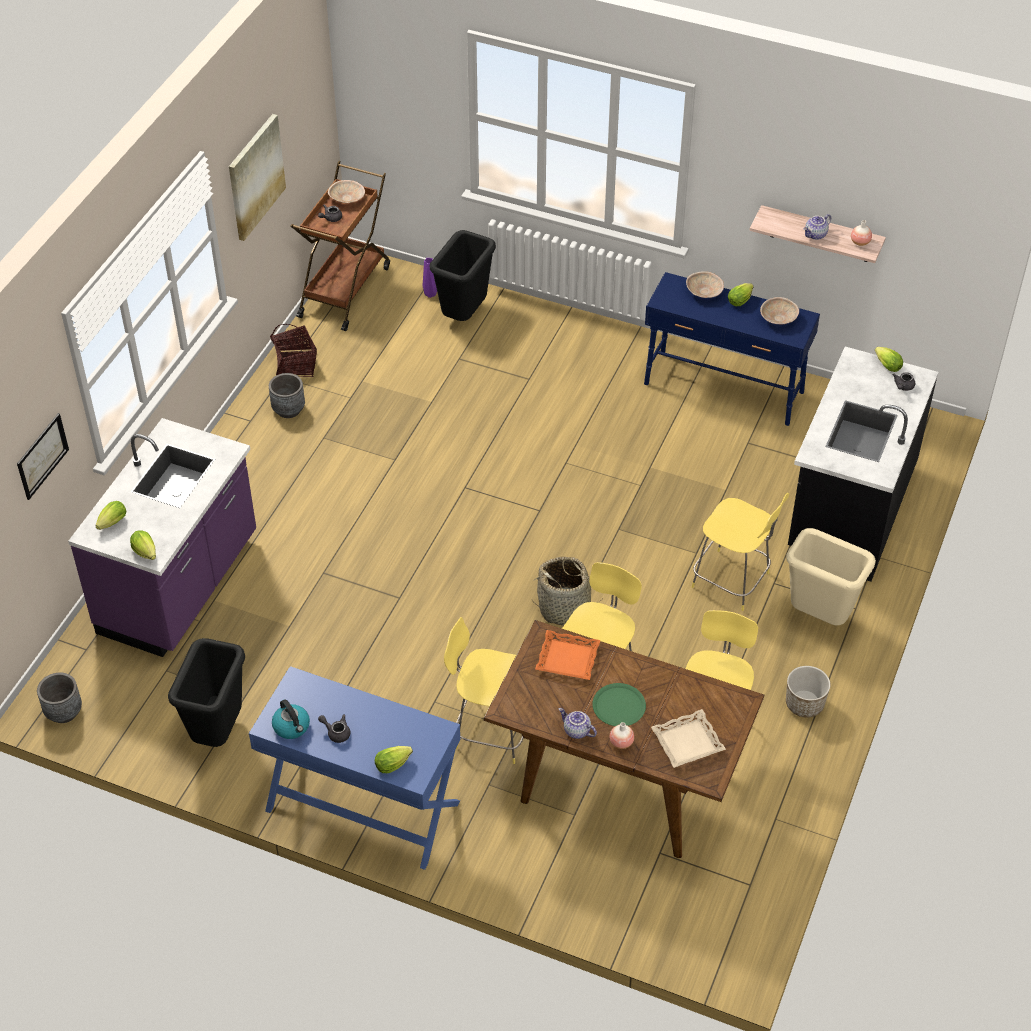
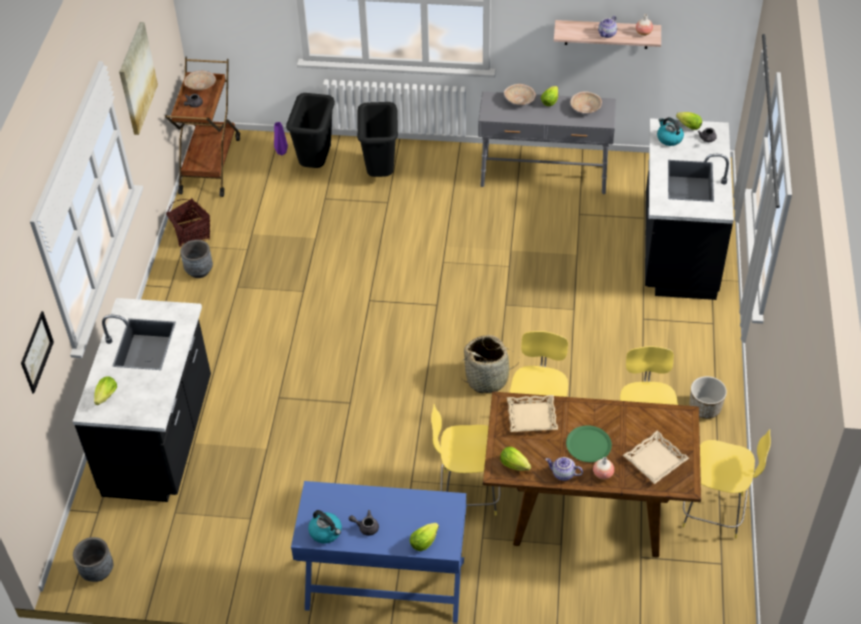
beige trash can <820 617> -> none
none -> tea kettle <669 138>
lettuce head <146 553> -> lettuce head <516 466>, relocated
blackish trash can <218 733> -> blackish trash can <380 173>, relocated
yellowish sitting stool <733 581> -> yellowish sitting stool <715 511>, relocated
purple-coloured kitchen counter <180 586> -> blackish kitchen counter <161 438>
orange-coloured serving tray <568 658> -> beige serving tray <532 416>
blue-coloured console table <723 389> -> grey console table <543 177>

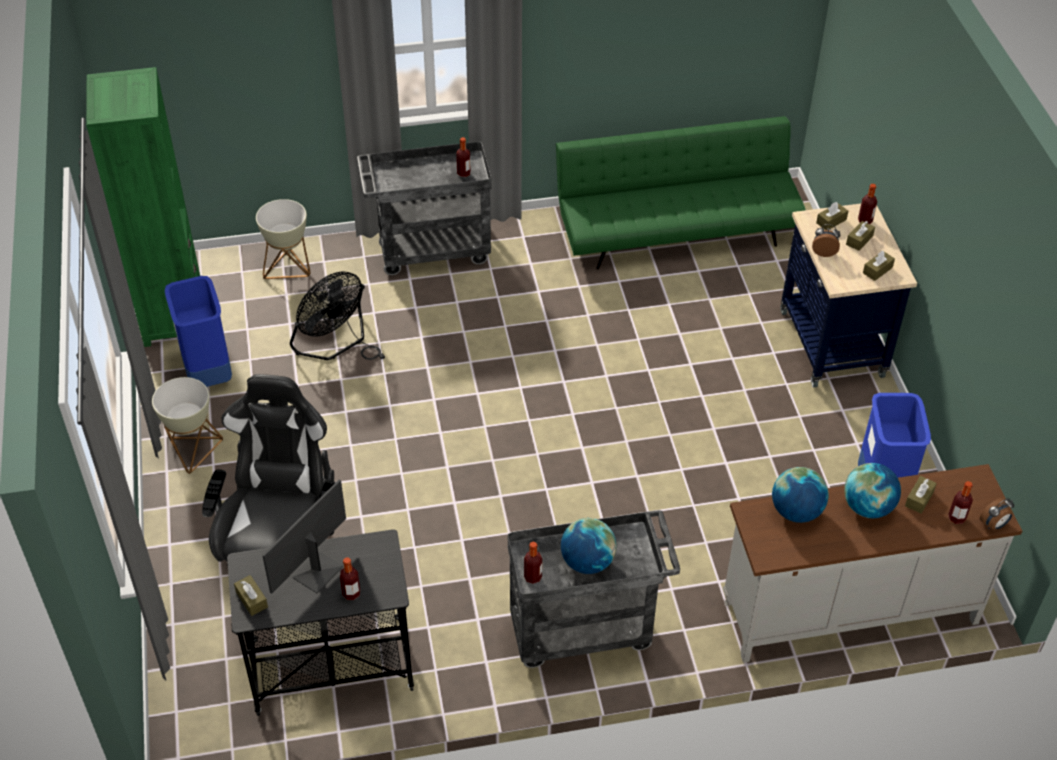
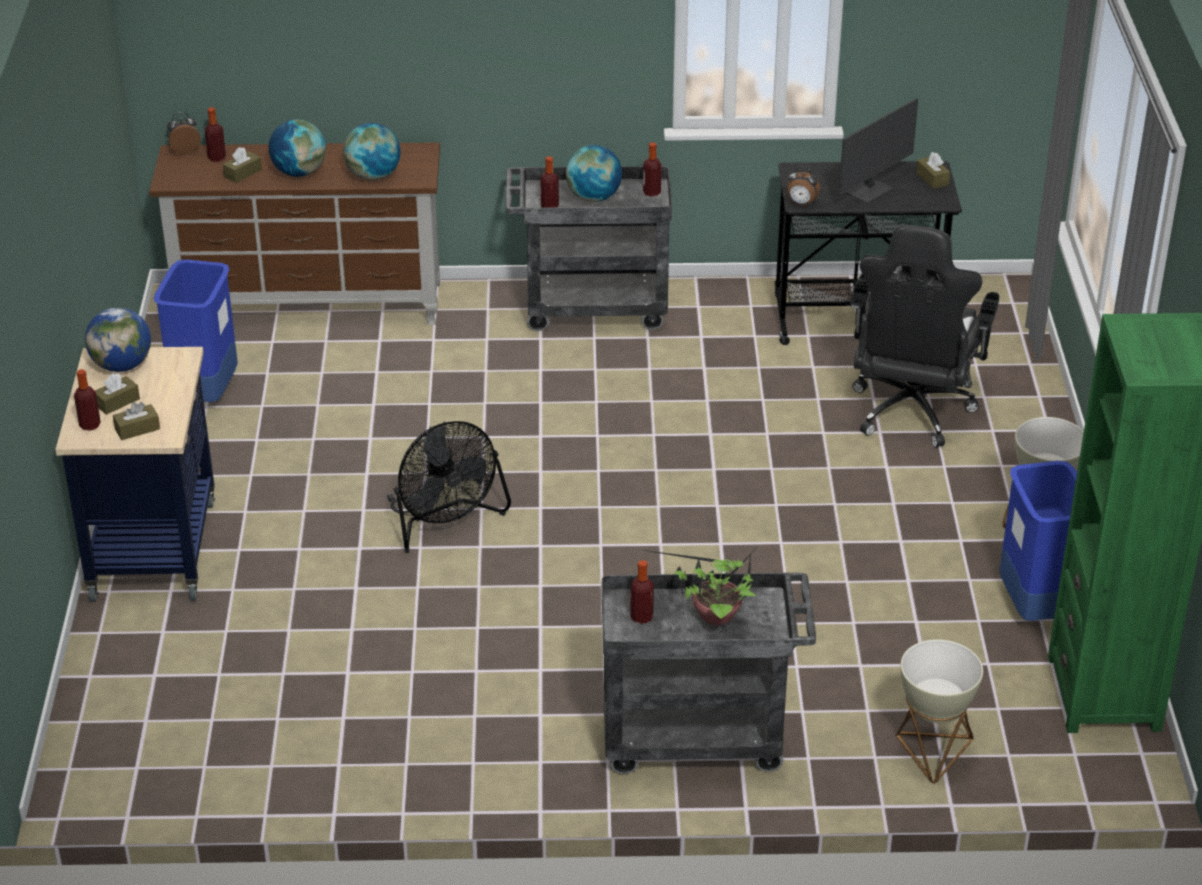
greenish couch <677 230> -> none
none -> potted plant <713 616>
blackish fan <341 342> -> blackish fan <440 522>, relocated
bottle <351 593> -> bottle <550 207>, relocated
bedside clock <824 252> -> bedside clock <801 204>, relocated
brown-coloured tissue holder <877 270> -> world globe <122 365>

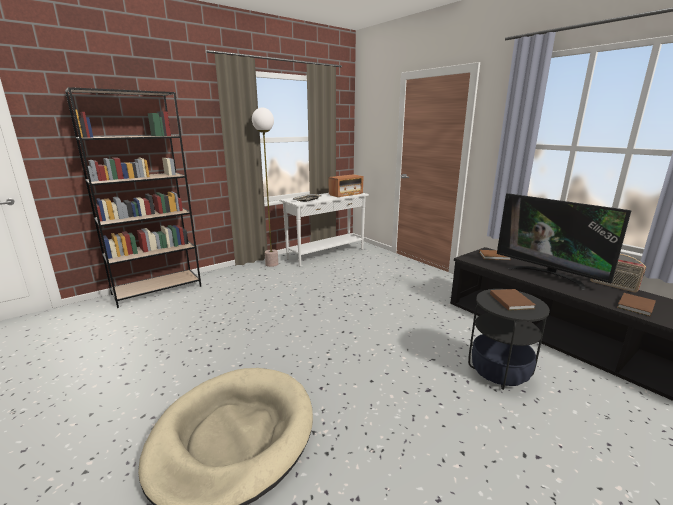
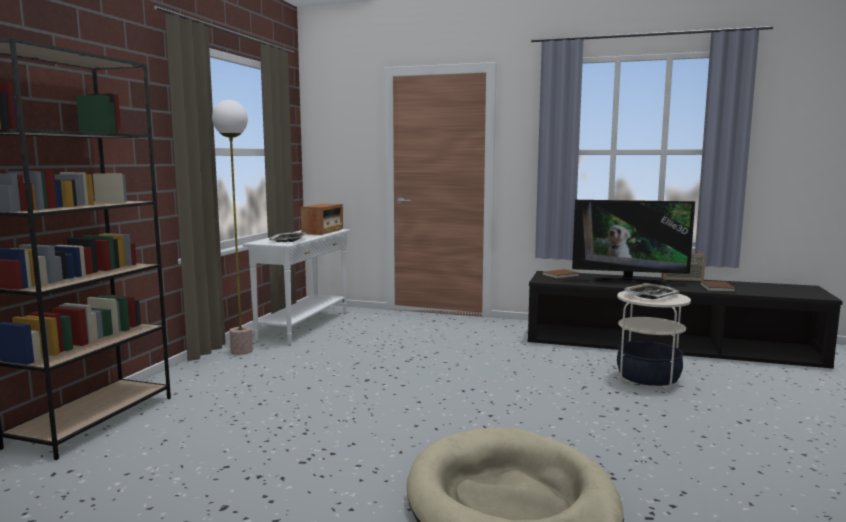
brown-coloured volume <511 300> -> serving tray <651 295>
blackish accent table <499 373> -> beige accent table <648 380>

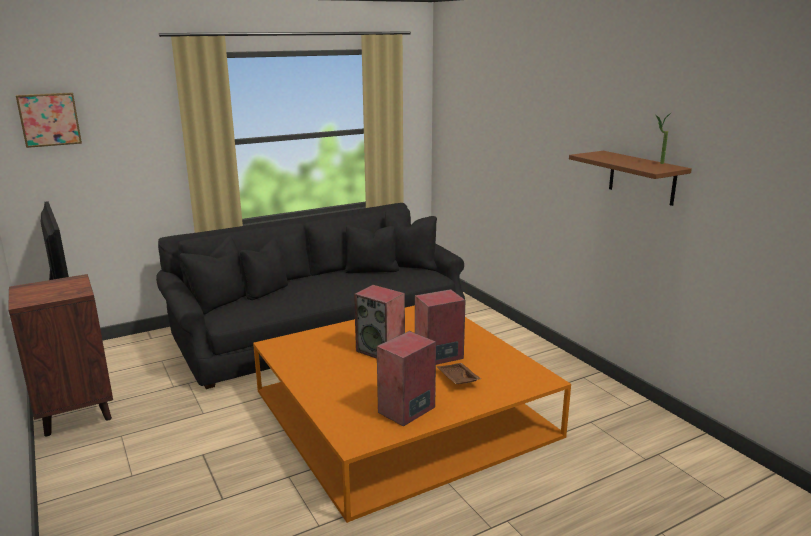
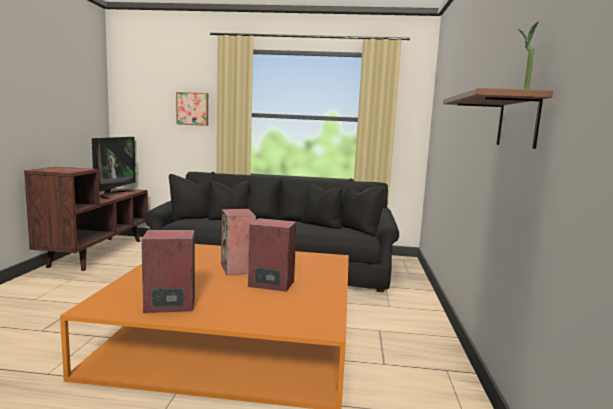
brown-coloured serving tray <457 379> -> none
picture <49 119> -> picture <193 108>, relocated

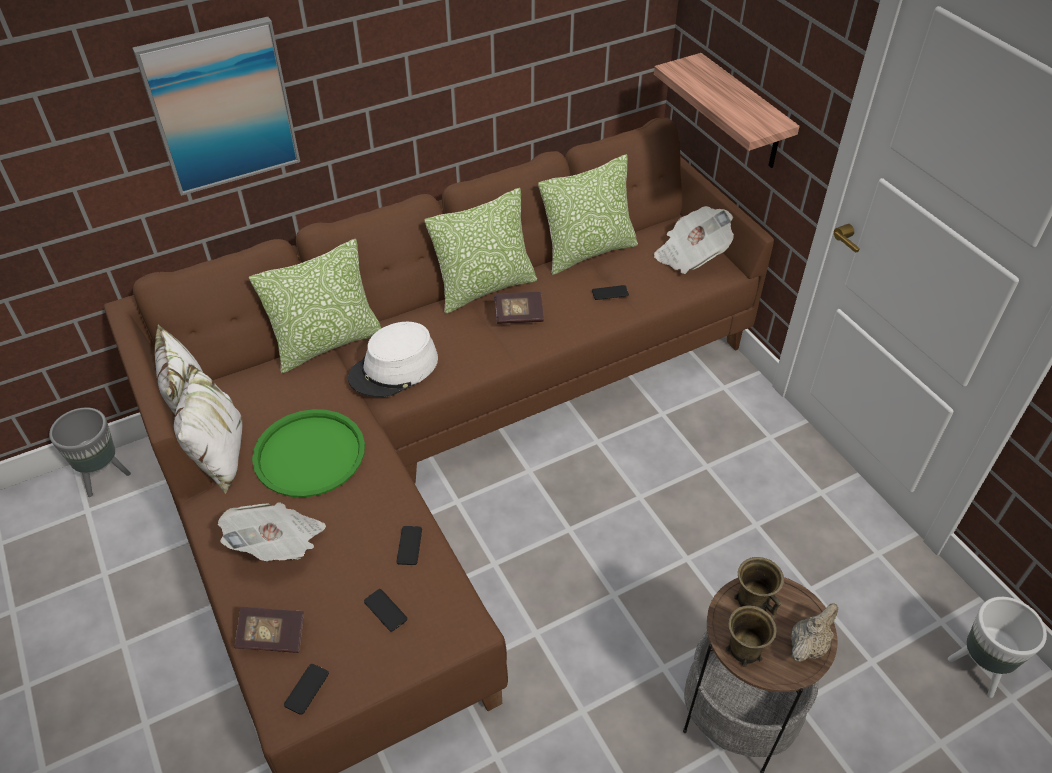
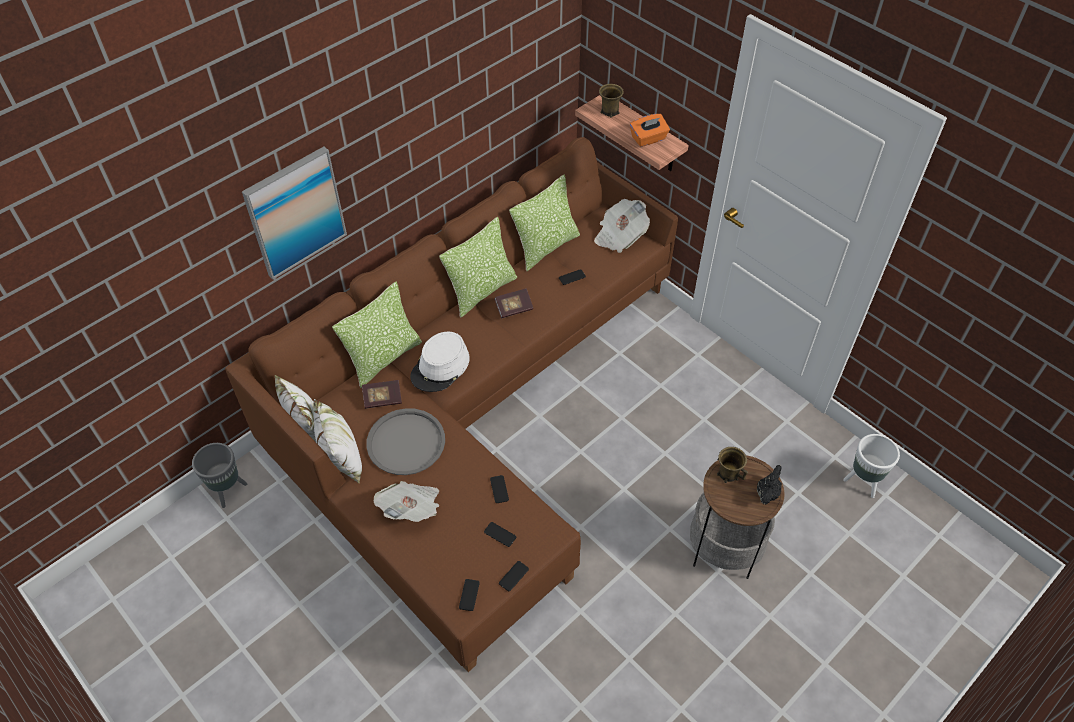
none -> telephone <513 576>
none -> orange-coloured tissue holder <648 139>
volume <272 636> -> volume <382 399>, relocated
brown-coloured coffee mug <744 648> -> brown-coloured coffee mug <609 111>, relocated
greenish serving tray <309 454> -> grey serving tray <406 442>
beige pot for tea <808 645> -> blackish pot for tea <767 493>

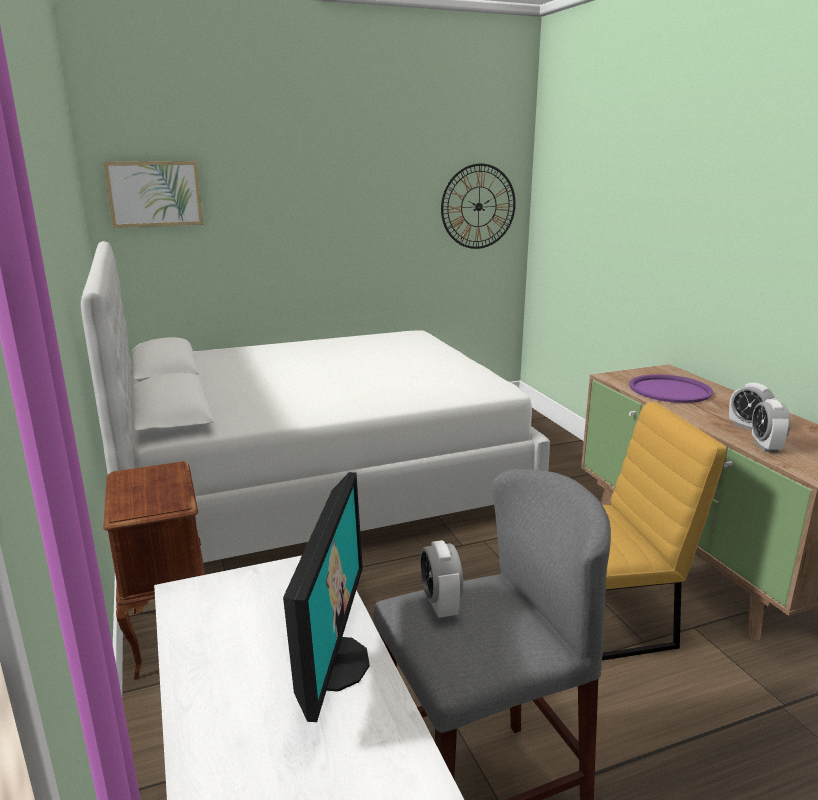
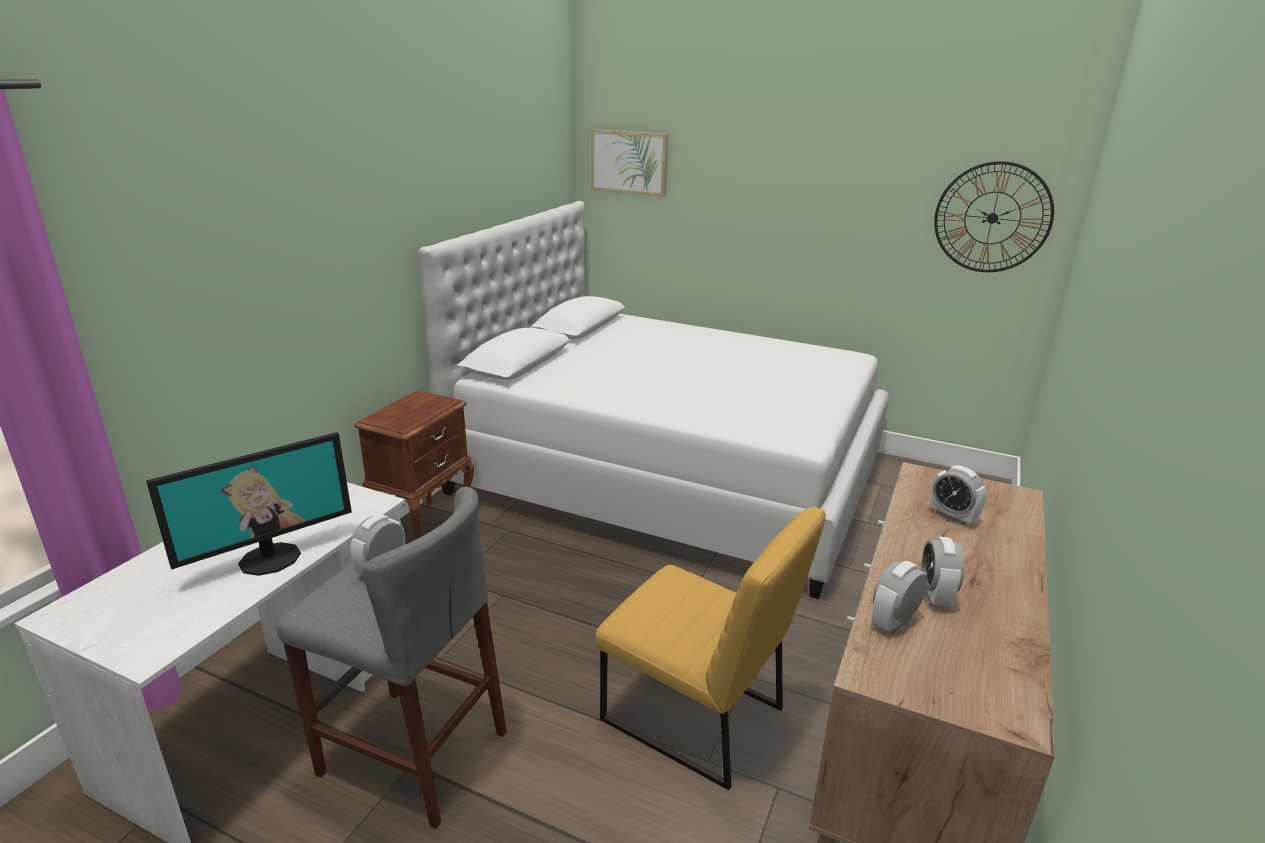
purple-coloured serving tray <669 390> -> bedside clock <952 516>

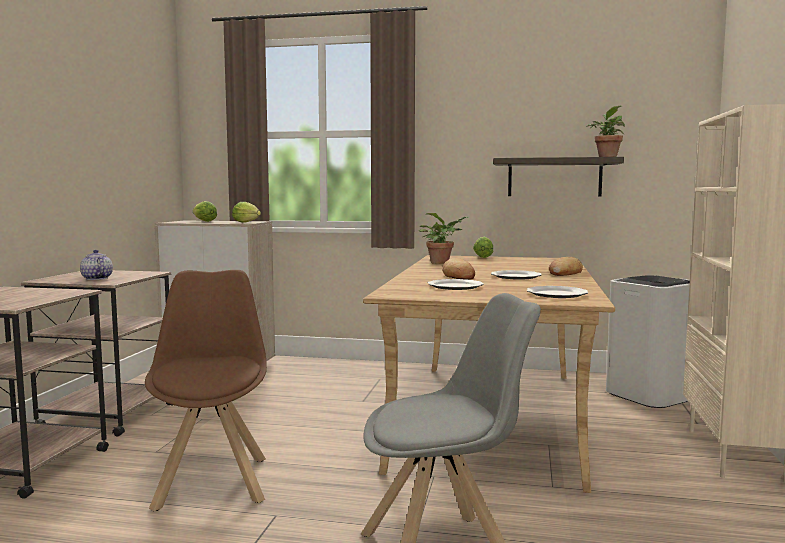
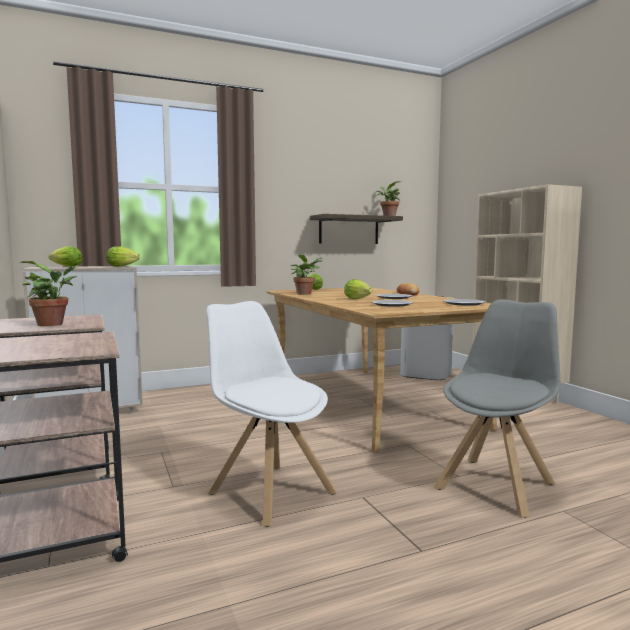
pot for tea <96 278> -> potted plant <54 324>
baked bread <458 275> -> lettuce head <358 299>
brown-coloured plain chair <212 479> -> white plain chair <268 490>

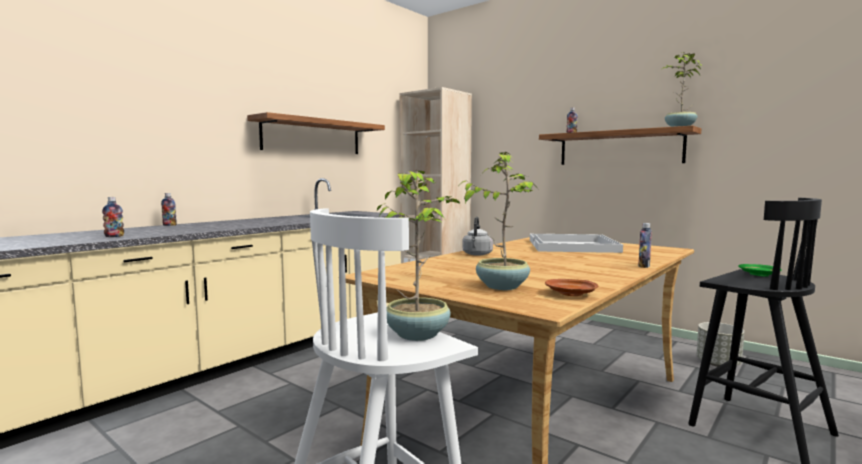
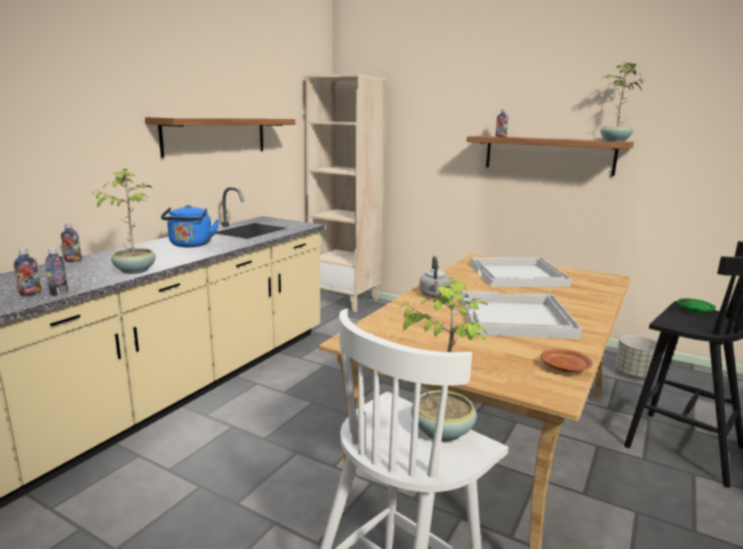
none -> blue-coloured tea kettle <190 245>
none -> white serving tray <514 317>
potted plant <501 286> -> potted plant <135 270>, relocated
bottle <644 266> -> bottle <59 293>, relocated

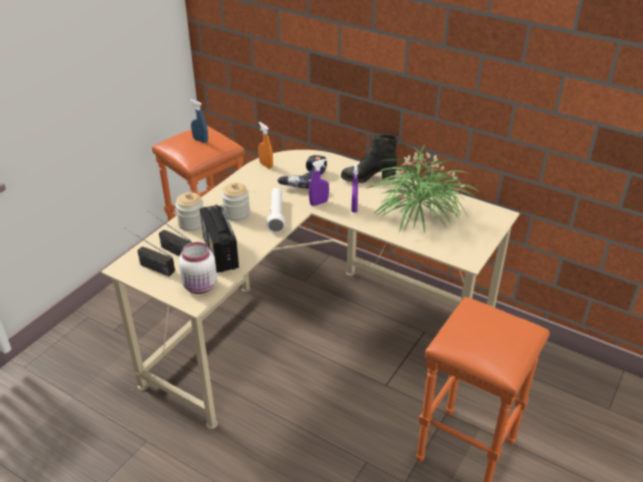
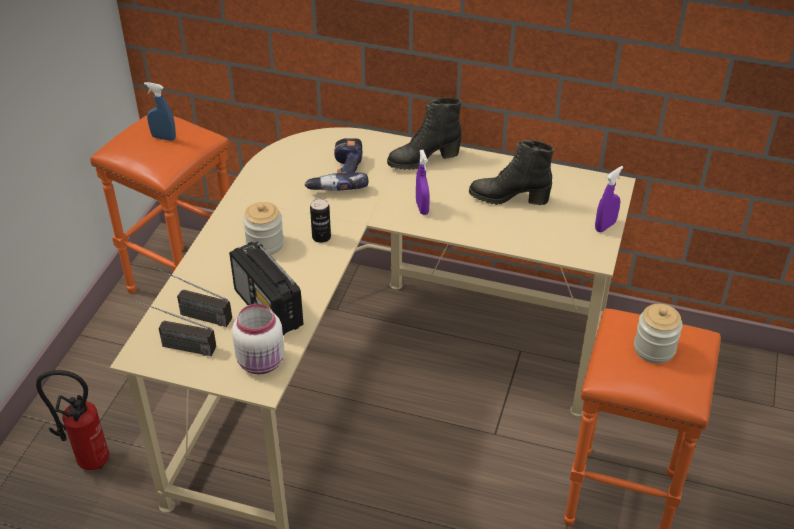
orange-coloured hand sprayer <266 165> -> none
none -> fire-fighting cylinder <88 460>
jar <192 223> -> jar <654 349>, relocated
purple-coloured hand sprayer <319 203> -> purple-coloured hand sprayer <605 226>, relocated
white hand torch <276 215> -> sealed can <321 237>
potted plant <419 211> -> blackish tall boot <509 197>

